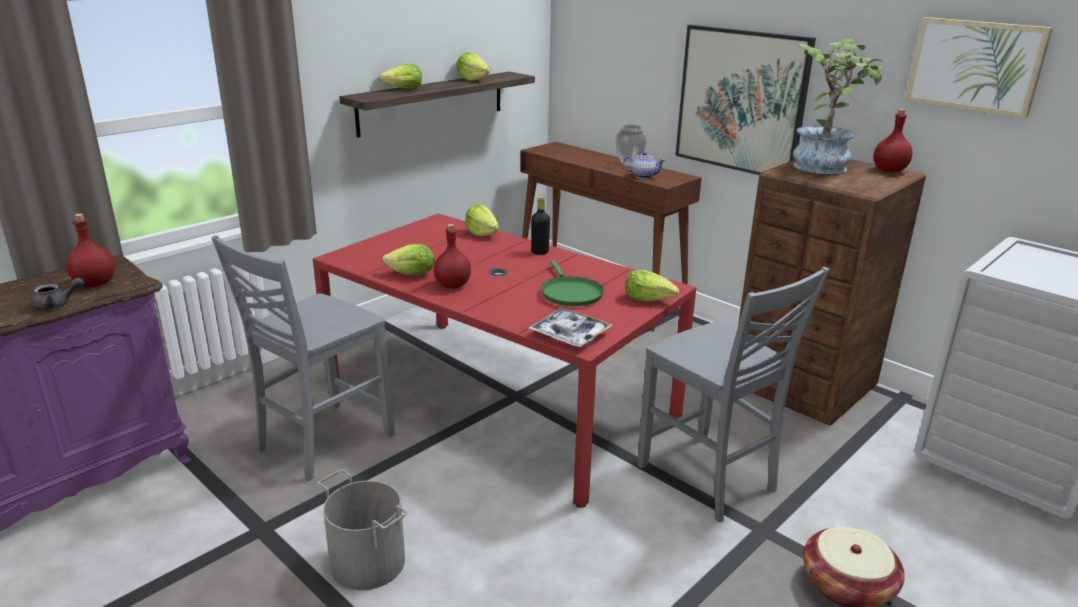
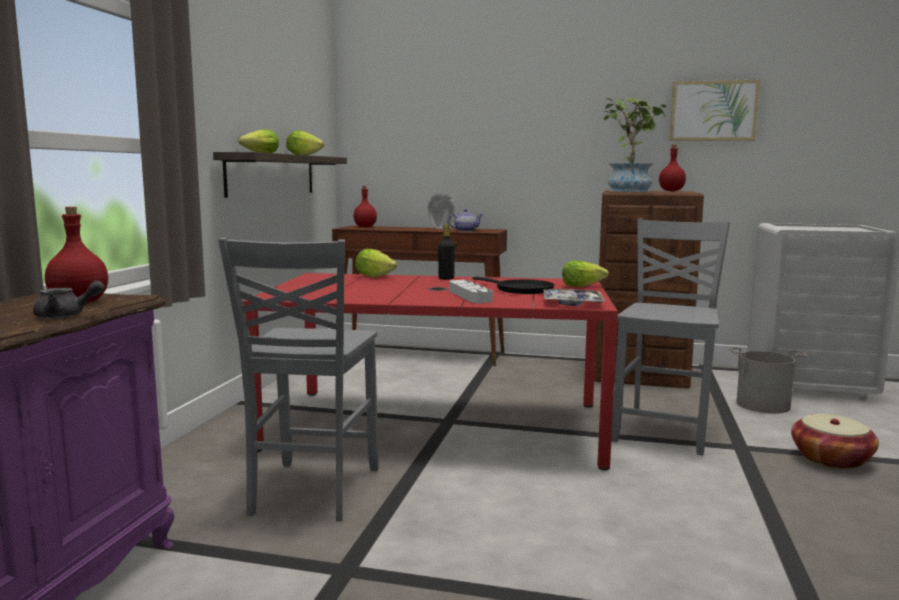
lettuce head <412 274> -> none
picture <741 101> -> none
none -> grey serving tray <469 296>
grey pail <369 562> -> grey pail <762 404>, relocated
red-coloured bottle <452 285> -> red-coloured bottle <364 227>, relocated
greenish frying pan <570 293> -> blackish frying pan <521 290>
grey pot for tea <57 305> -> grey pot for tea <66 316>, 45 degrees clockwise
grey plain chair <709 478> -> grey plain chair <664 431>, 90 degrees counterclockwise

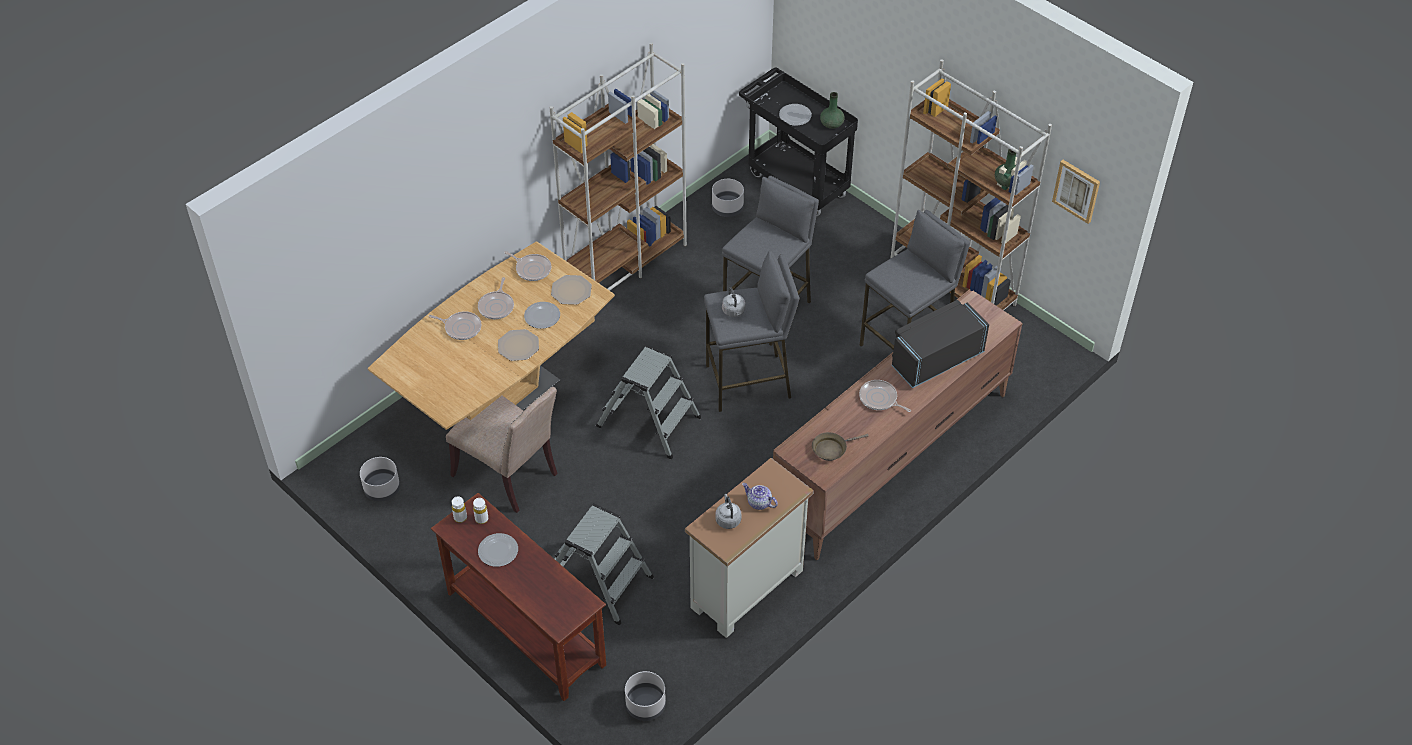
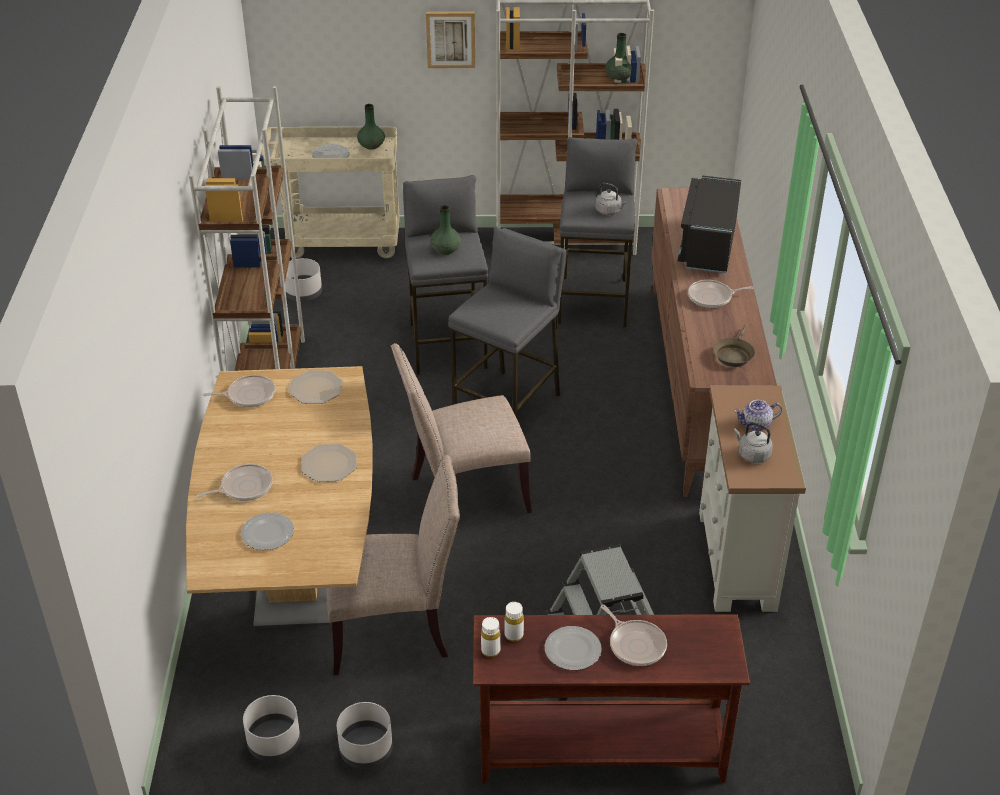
none -> greenish decorative vase <445 250>
frying pan <497 306> -> frying pan <635 644>, relocated
flat dish <542 316> -> flat dish <267 533>, relocated
grey plant pot <645 705> -> grey plant pot <366 750>, relocated
grey tea kettle <733 311> -> grey tea kettle <609 211>, relocated
picture <1077 190> -> picture <451 39>, relocated
grey step stool <648 421> -> beige plain chair <464 493>
blackish trolley <794 183> -> beige trolley <338 246>

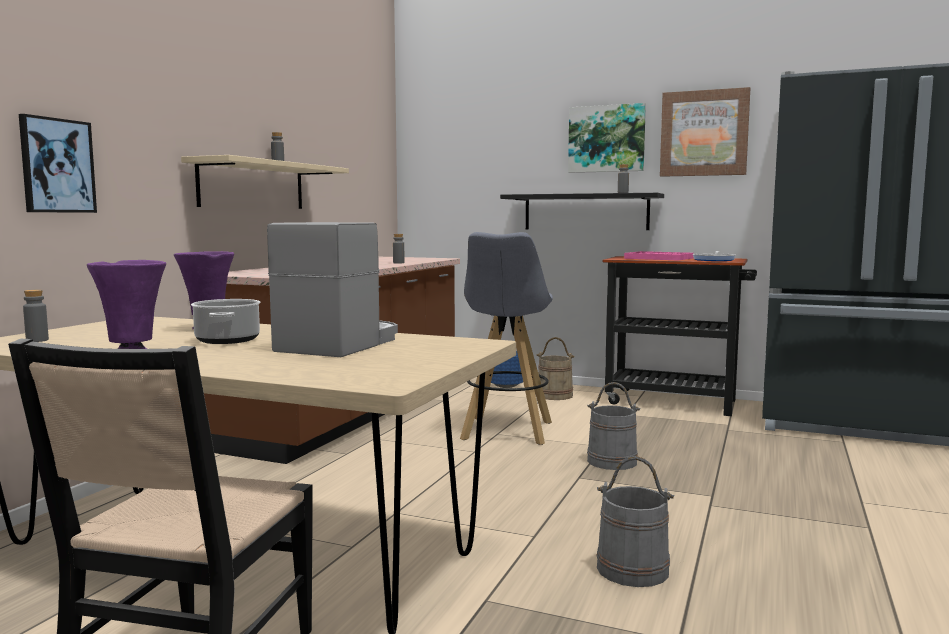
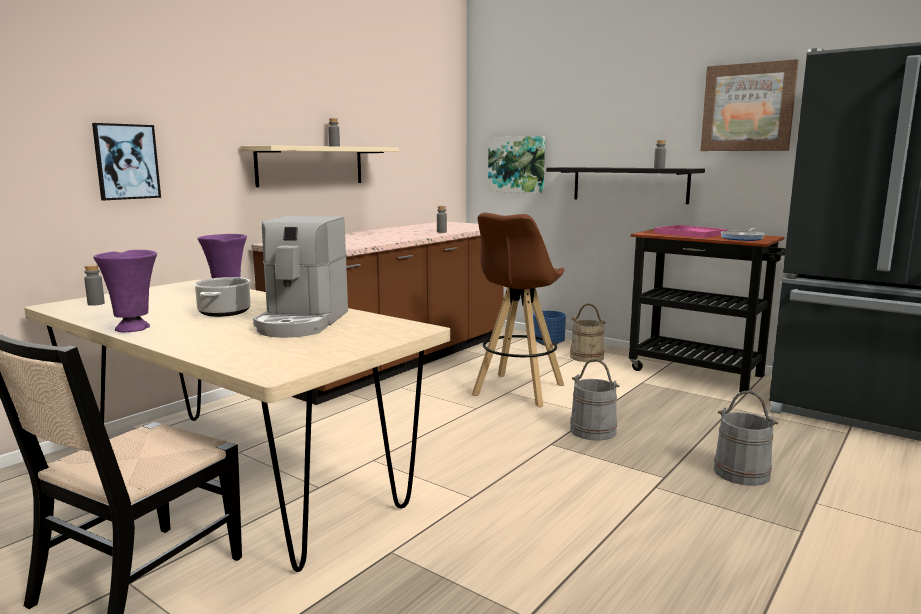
picture <606 139> -> picture <517 164>, relocated
grey pail <632 569> -> grey pail <741 473>, relocated
grey sitting stool <506 431> -> brown-coloured sitting stool <517 390>
coffee maker <340 344> -> coffee maker <302 322>, 150 degrees clockwise

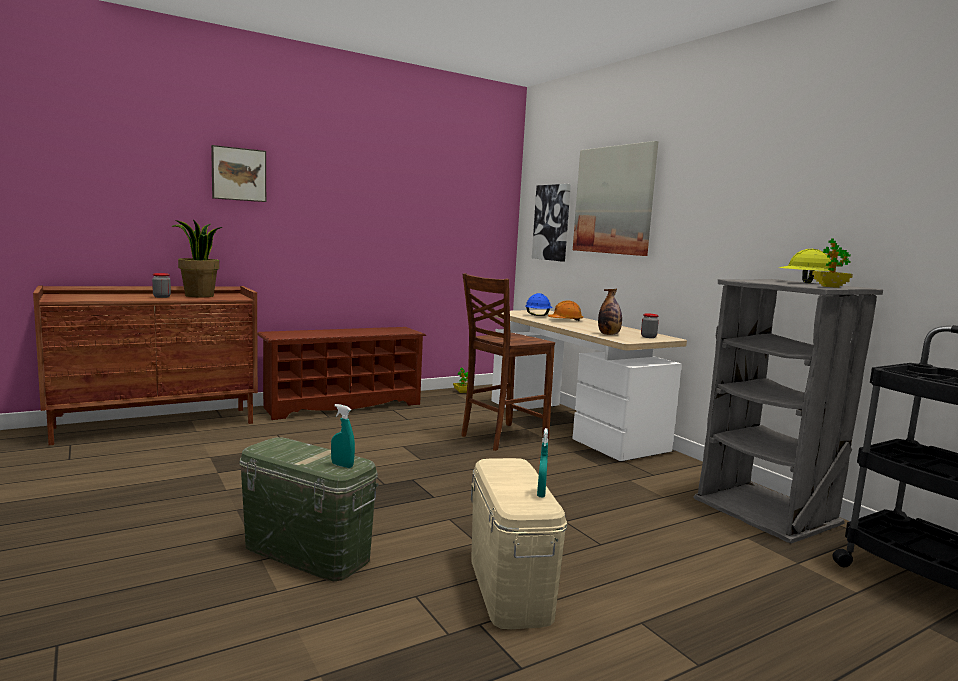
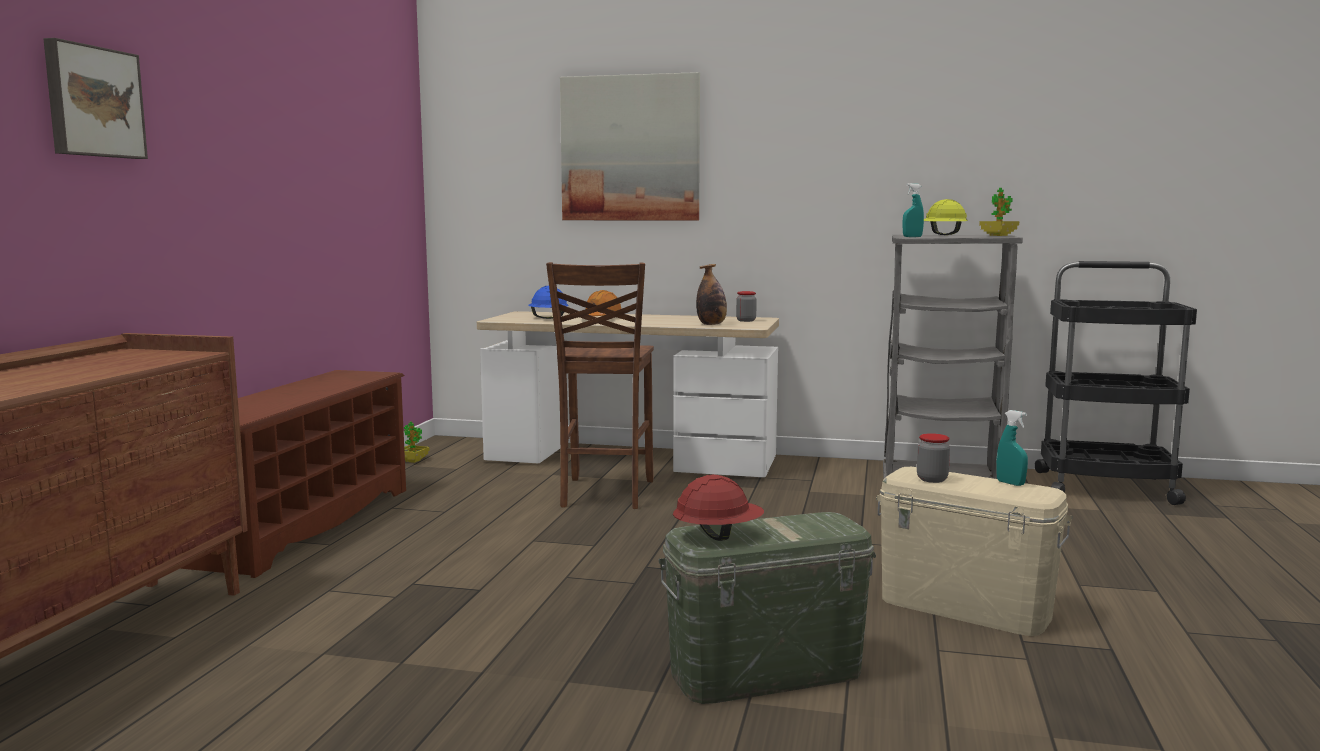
potted plant <199 296> -> none
picture <552 222> -> none
none -> red-coloured hard hat <718 536>
jar <161 297> -> jar <932 479>, relocated
turquoise-coloured hand sprayer <342 465> -> turquoise-coloured hand sprayer <912 237>, relocated

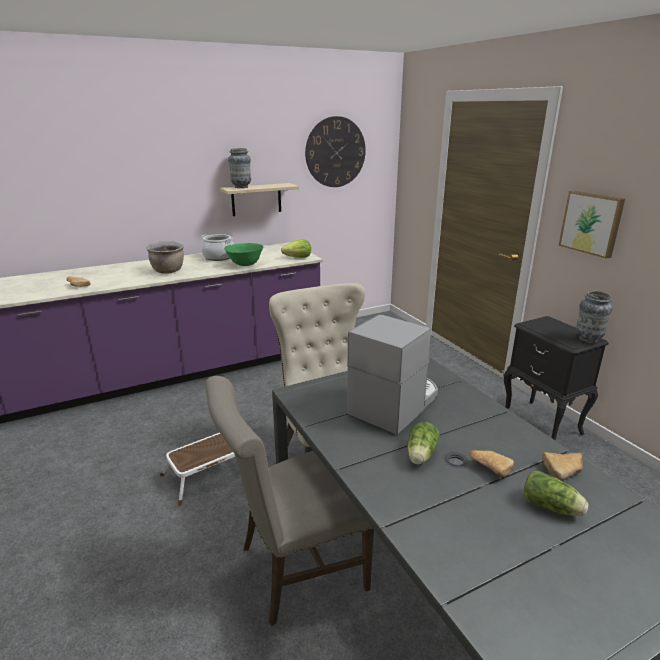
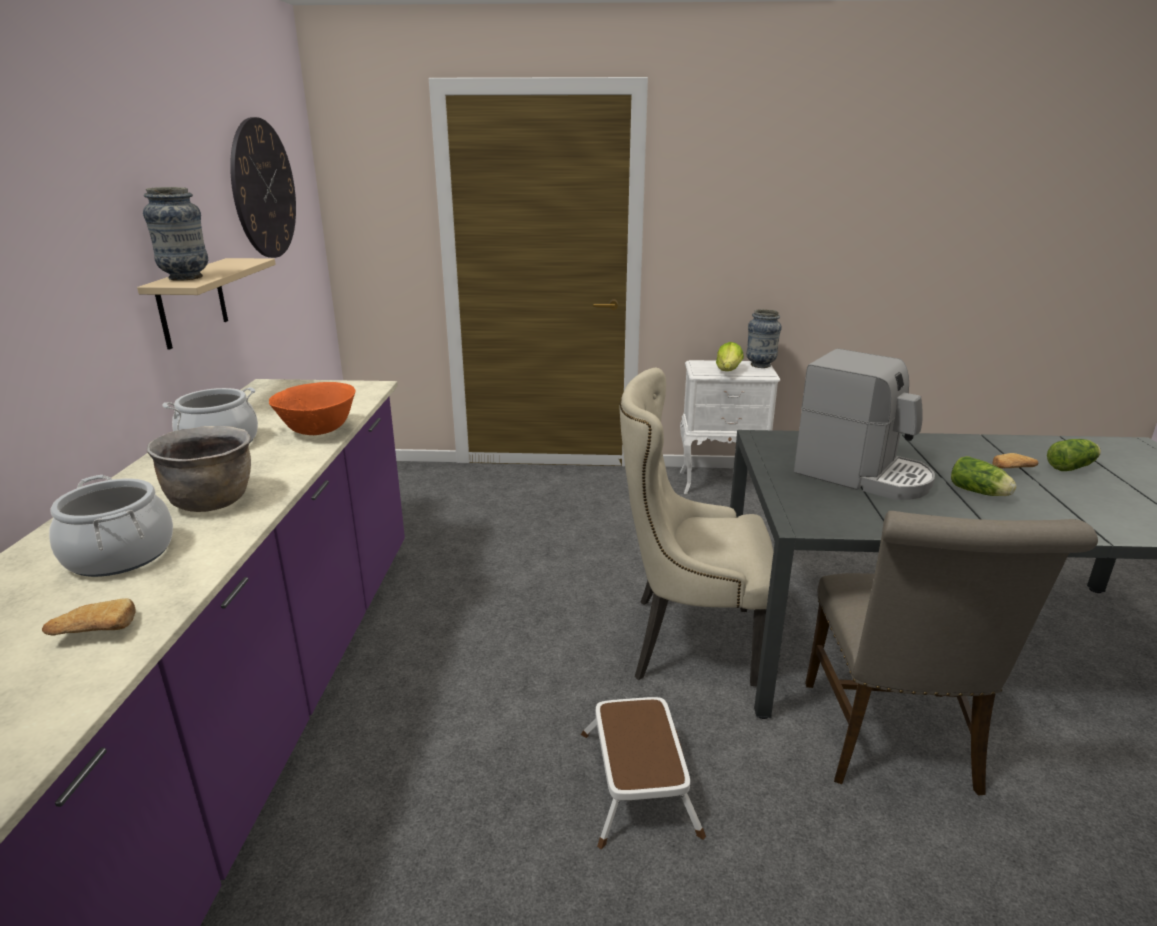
baked bread <565 470> -> none
picture <592 223> -> none
none -> cooking pot <120 554>
lettuce head <298 258> -> lettuce head <728 371>, relocated
greenish deep dish <245 265> -> orange-coloured deep dish <319 432>
blackish nightstand <541 423> -> white nightstand <721 483>
coffee maker <395 403> -> coffee maker <862 475>, 150 degrees clockwise

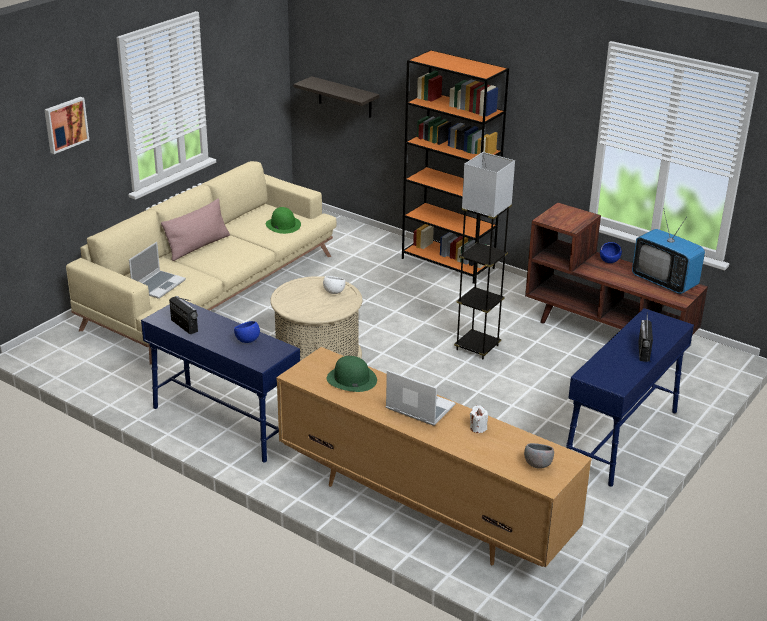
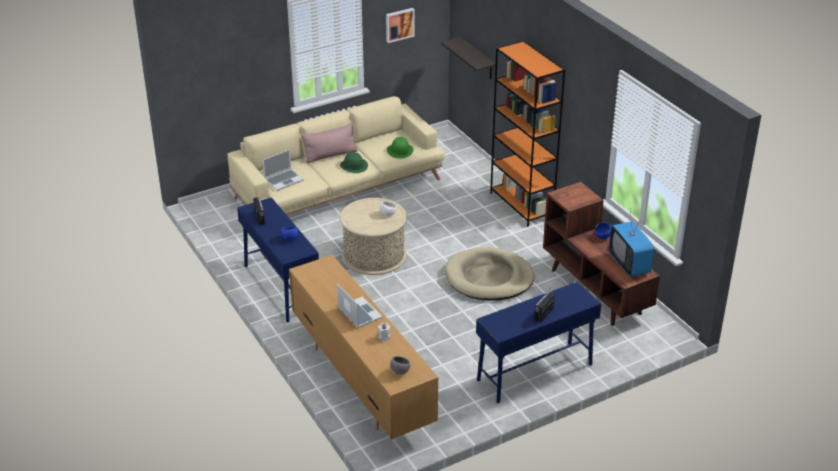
picture <65 124> -> picture <399 24>, relocated
greenish clothing hat <351 379> -> greenish clothing hat <353 165>, relocated
grey standard lamp <477 347> -> beige dog cushion <489 278>

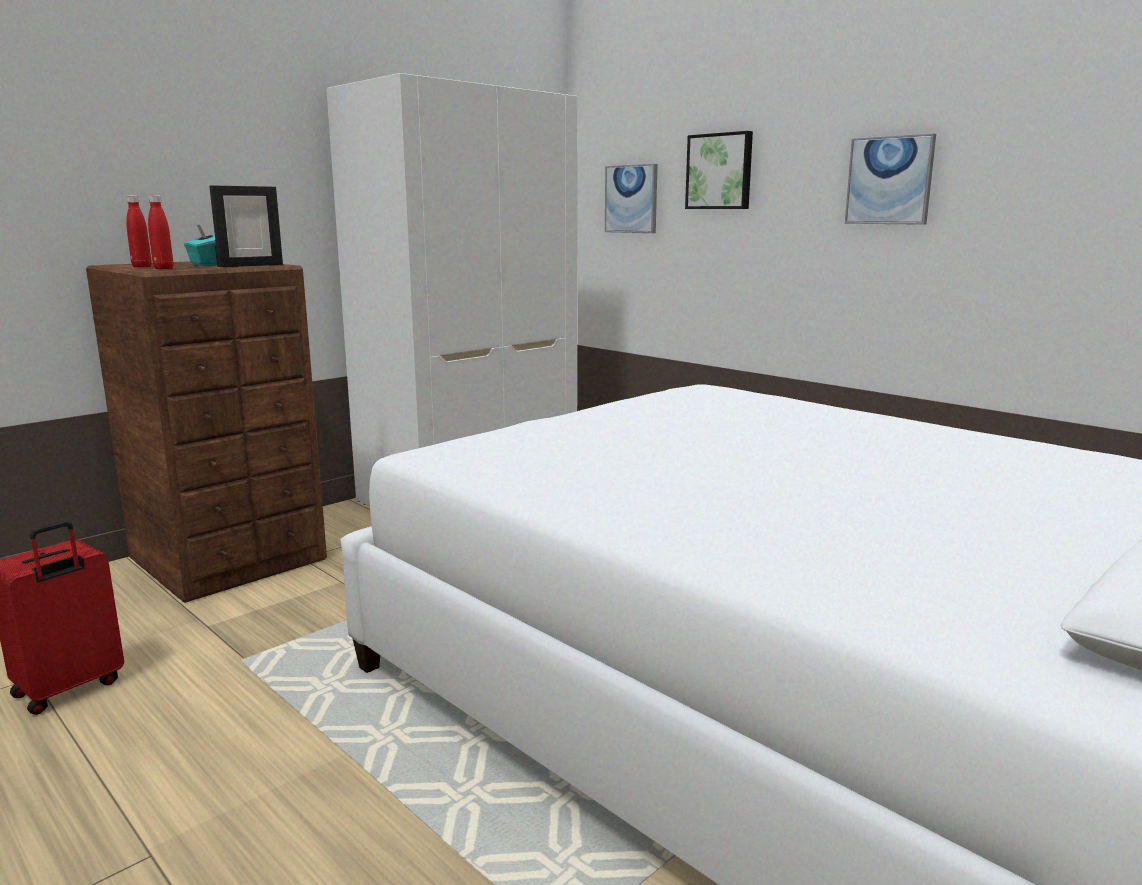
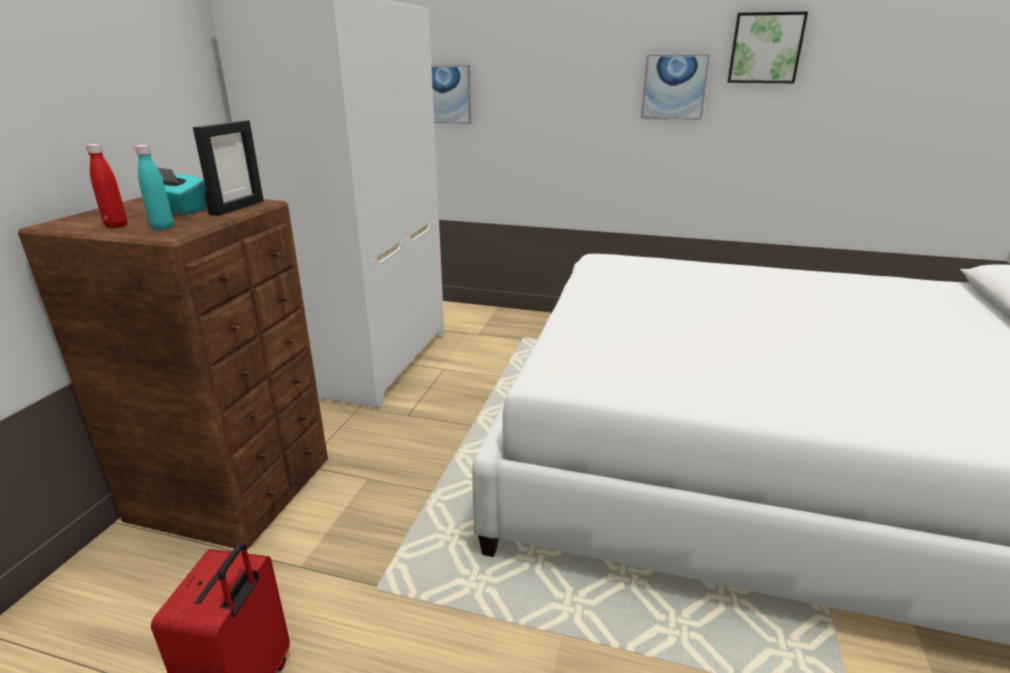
picture <720 171> -> picture <765 48>, relocated
red-coloured bottle <163 268> -> turquoise-coloured bottle <162 228>

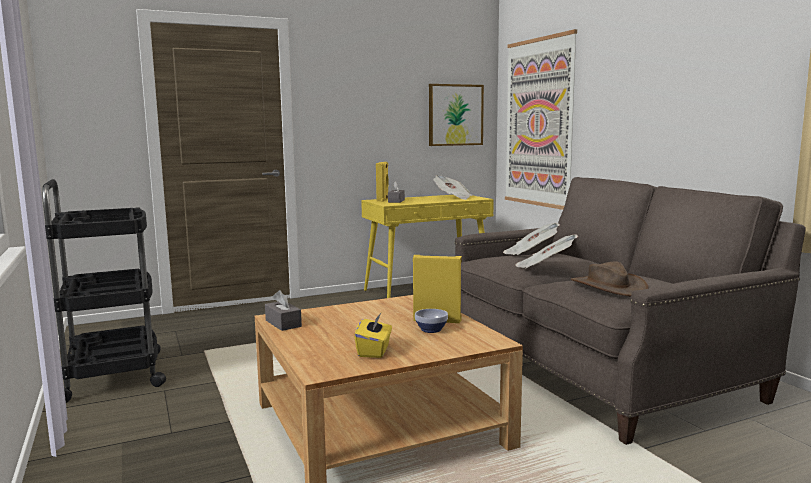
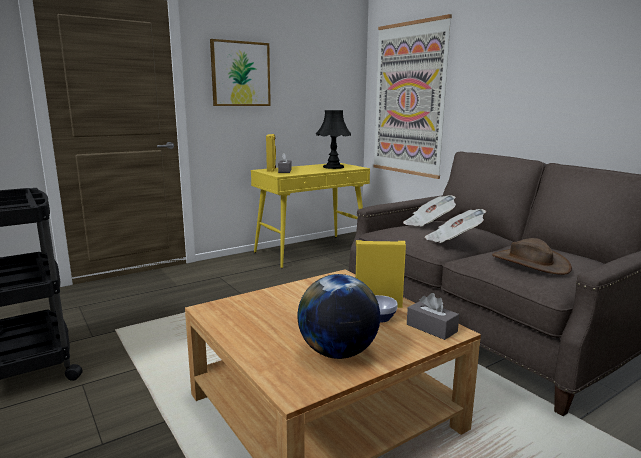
grey tissue holder <283 323> -> grey tissue holder <431 328>, relocated
picture <455 115> -> picture <240 74>, relocated
yellowish tissue holder <374 351> -> world globe <337 353>
newspaper <452 198> -> blackish lamp for a table <333 167>

